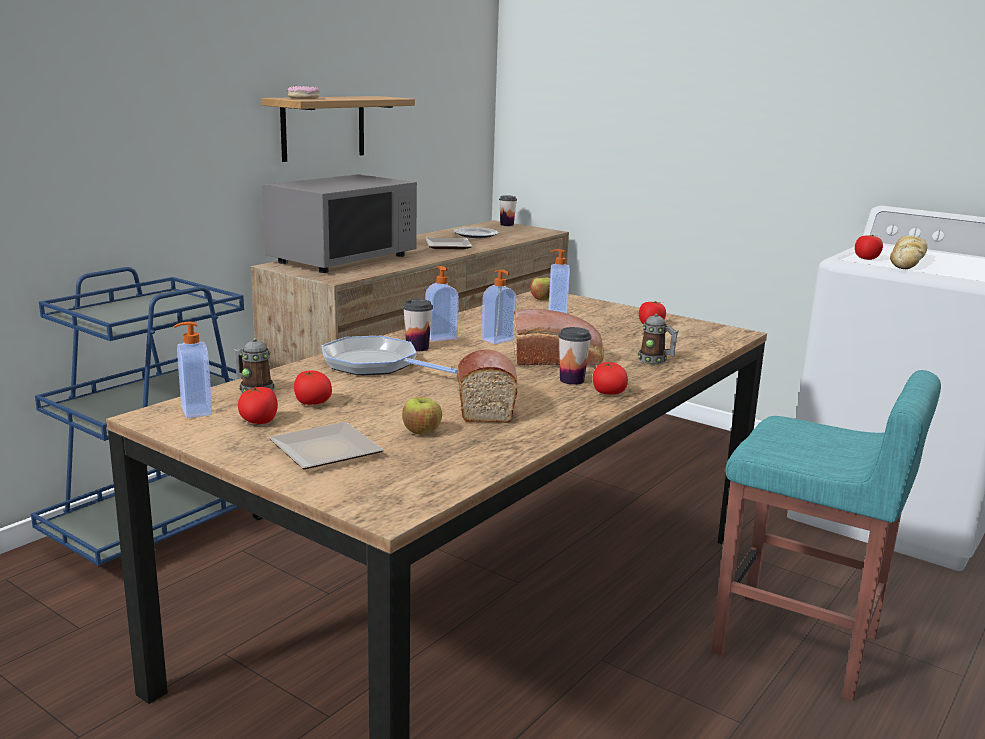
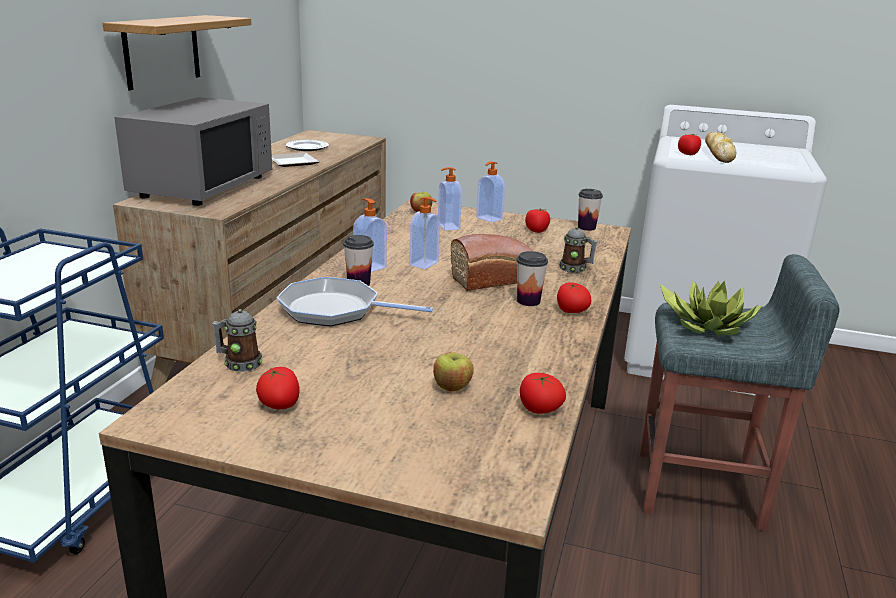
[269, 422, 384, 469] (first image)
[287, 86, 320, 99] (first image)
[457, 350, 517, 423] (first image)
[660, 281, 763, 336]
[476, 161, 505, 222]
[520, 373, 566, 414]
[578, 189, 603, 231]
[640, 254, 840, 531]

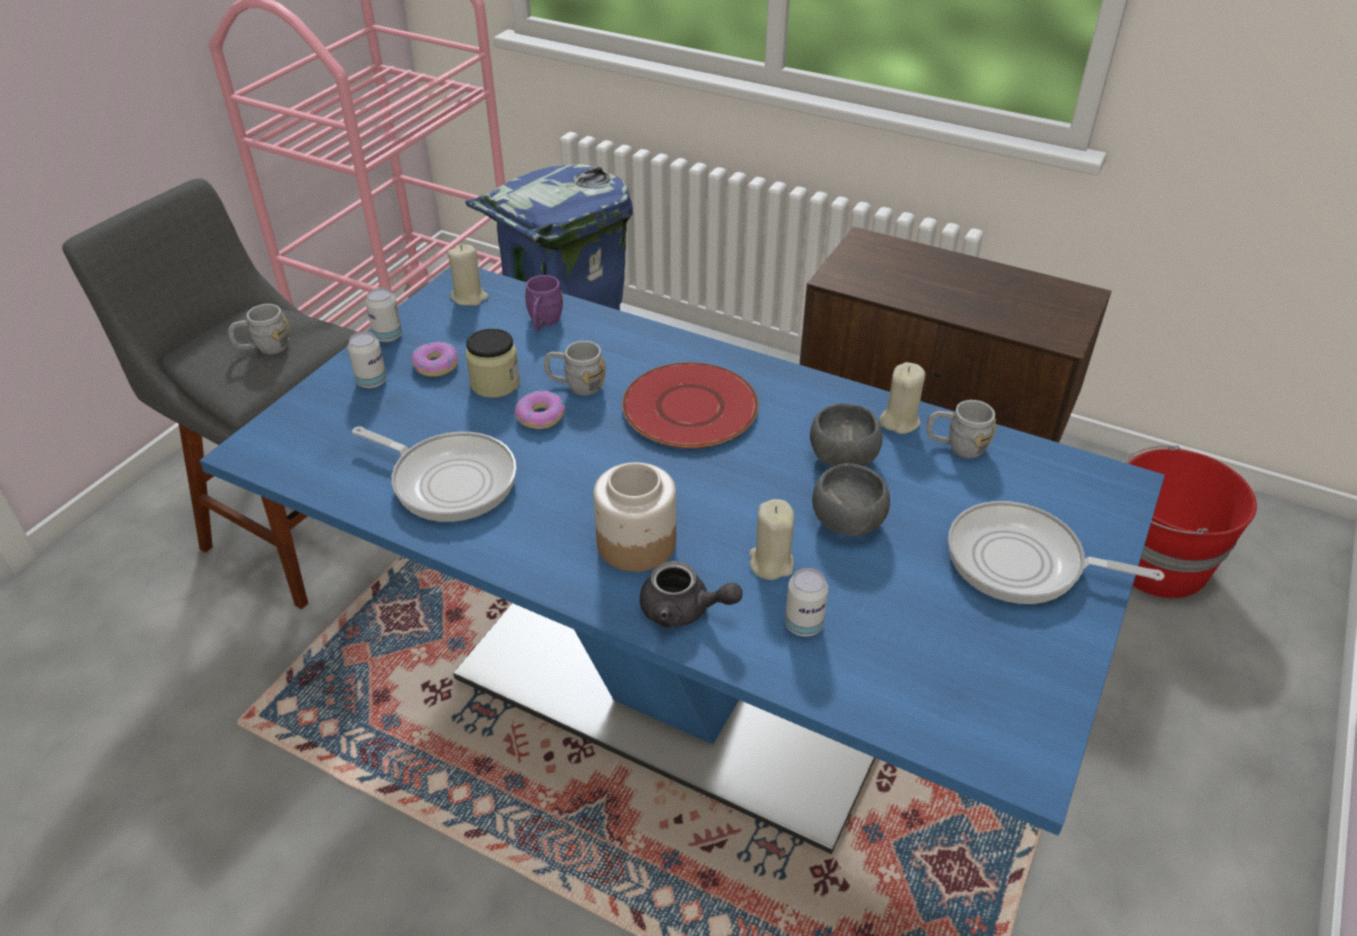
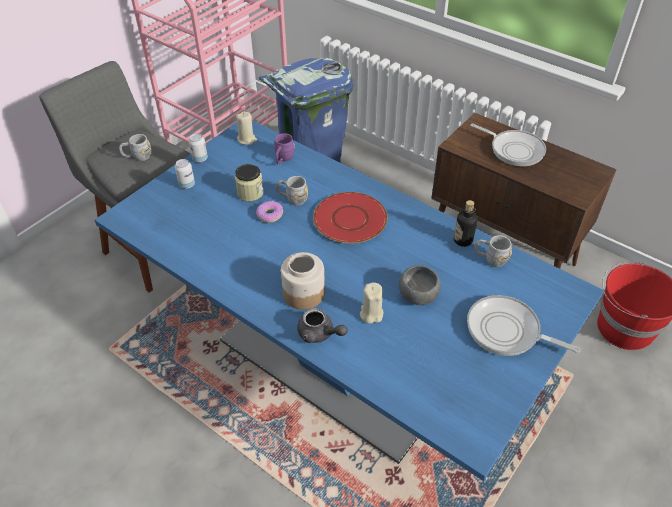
[411, 342, 459, 377] (first image)
[785, 568, 828, 637] (first image)
[810, 403, 883, 467] (first image)
[471, 124, 546, 166]
[454, 200, 478, 247]

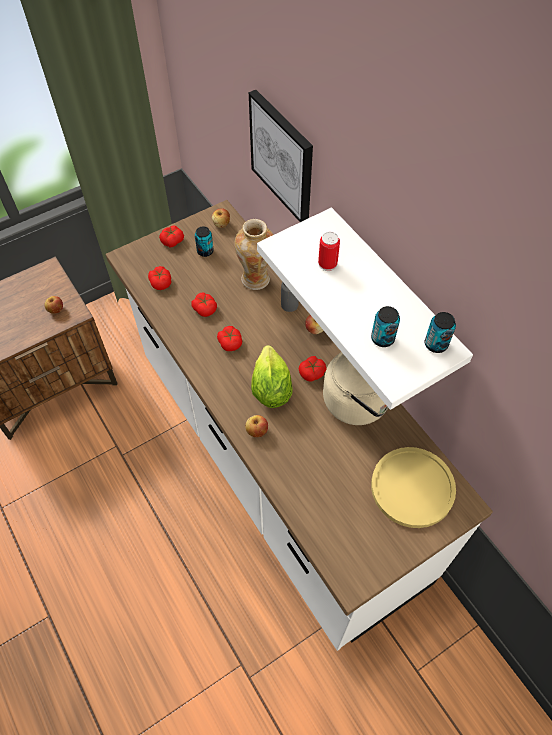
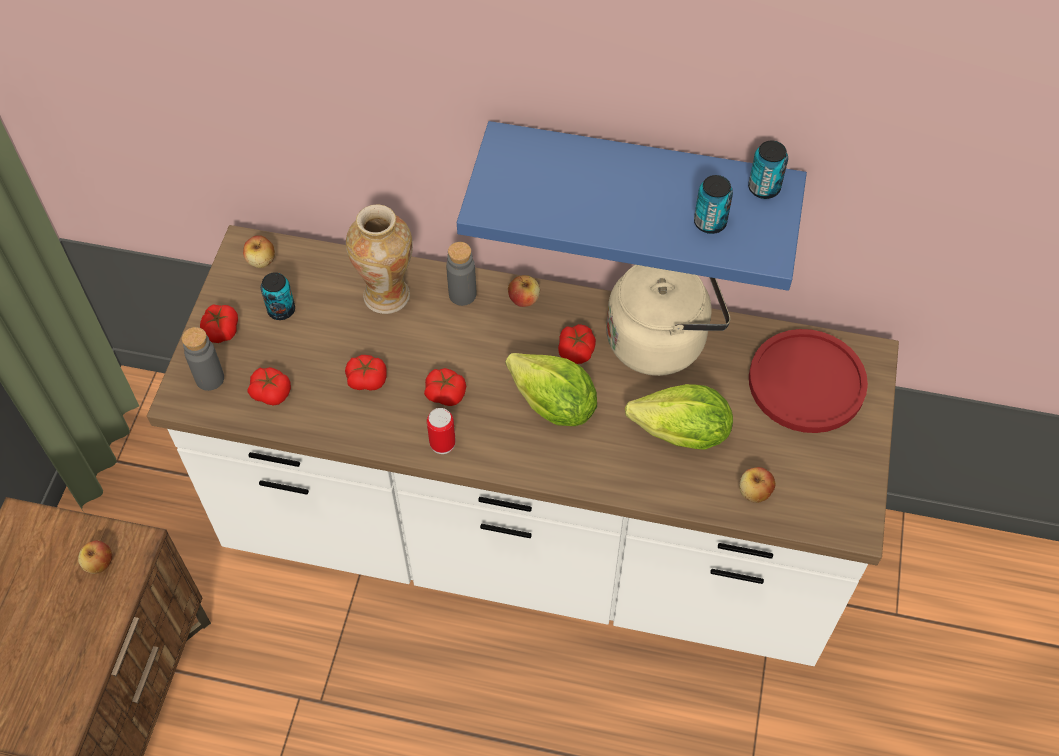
[249, 90, 313, 222] (first image)
[182, 327, 224, 391]
[625, 384, 733, 450]
[739, 467, 775, 503]
[427, 408, 456, 454]
[457, 121, 807, 291]
[749, 329, 868, 433]

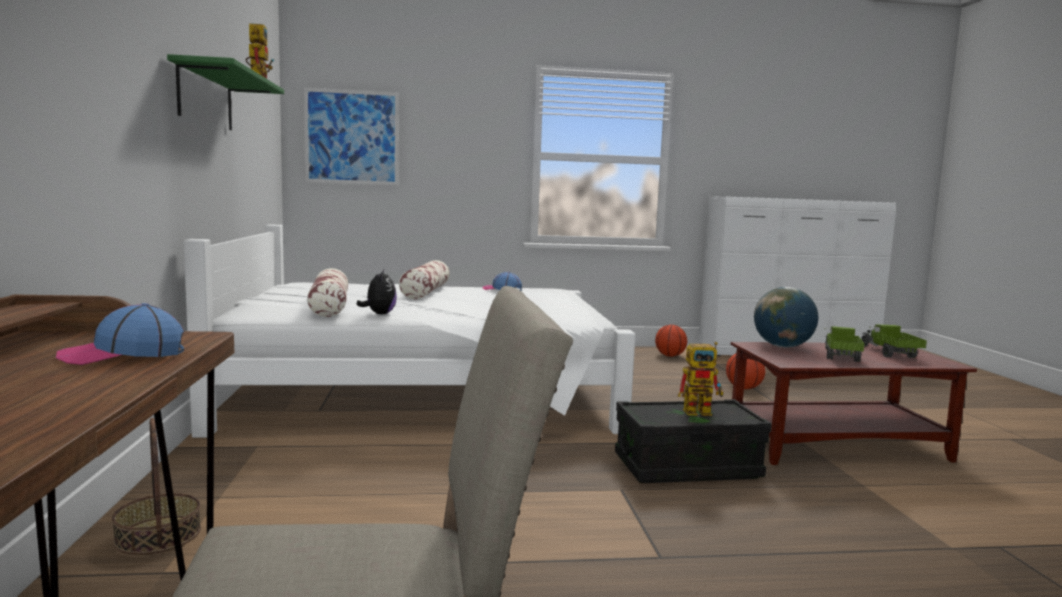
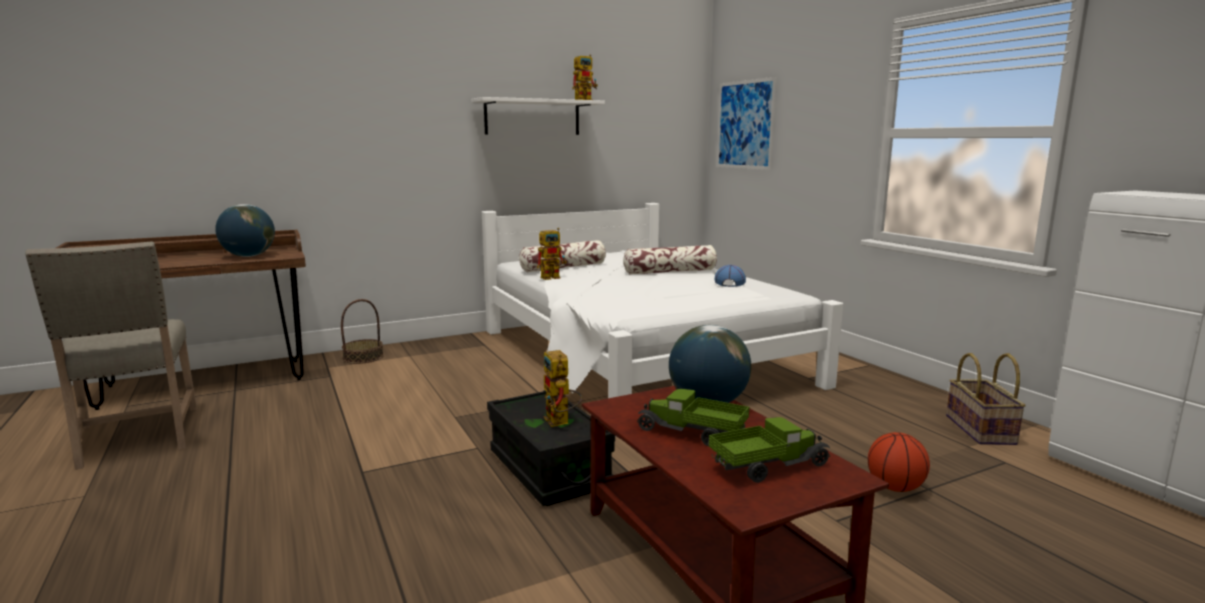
[215, 204, 275, 257]
[537, 228, 566, 280]
[946, 353, 1026, 445]
[471, 97, 605, 135]
[637, 389, 749, 446]

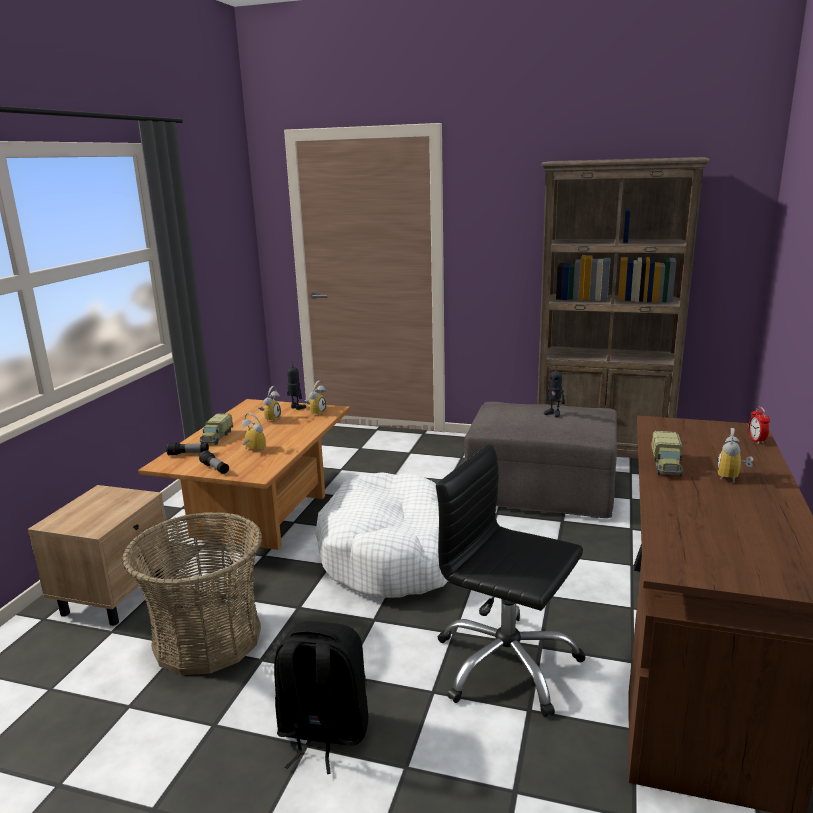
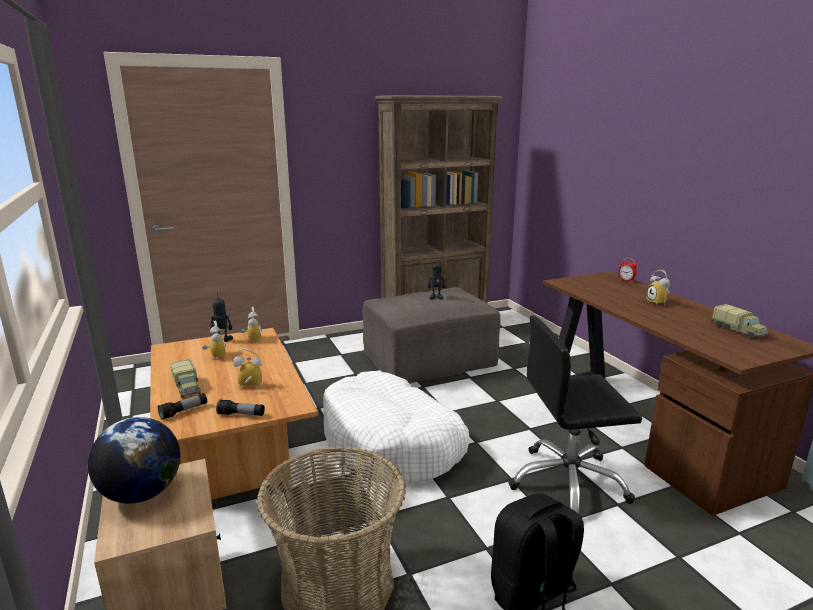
[88, 417, 180, 504]
[711, 304, 769, 339]

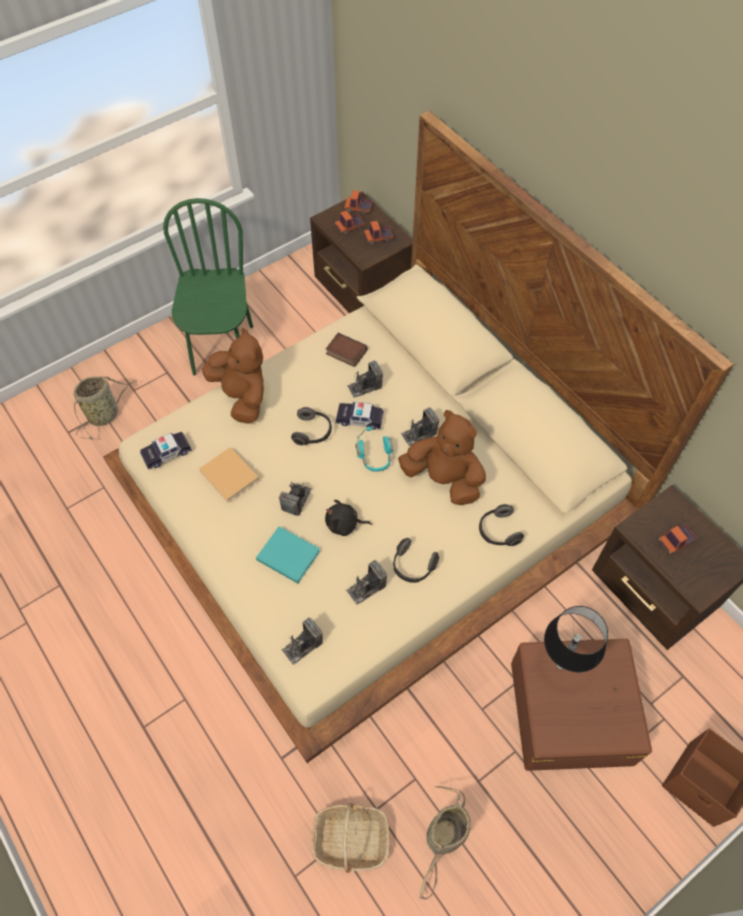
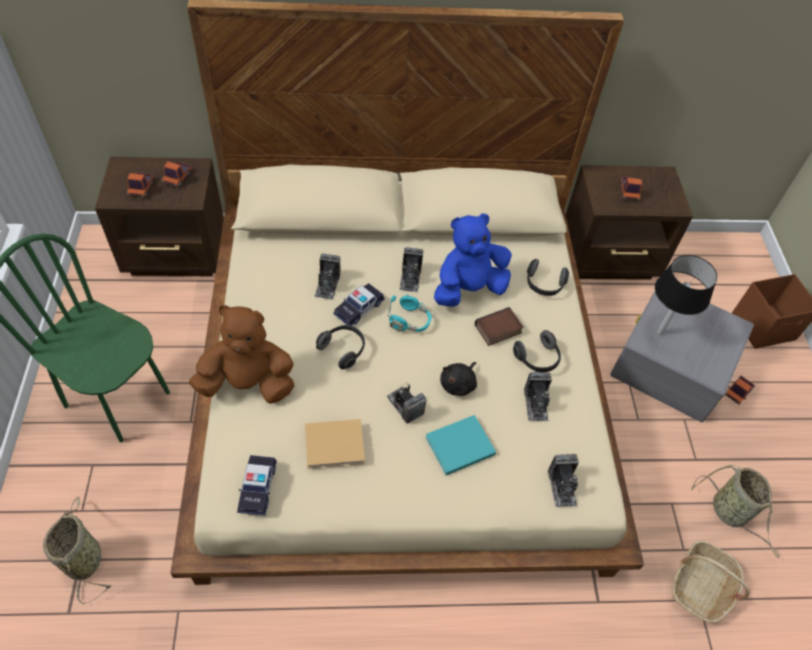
[475, 307, 524, 346]
[725, 376, 755, 405]
[434, 213, 512, 307]
[610, 291, 754, 422]

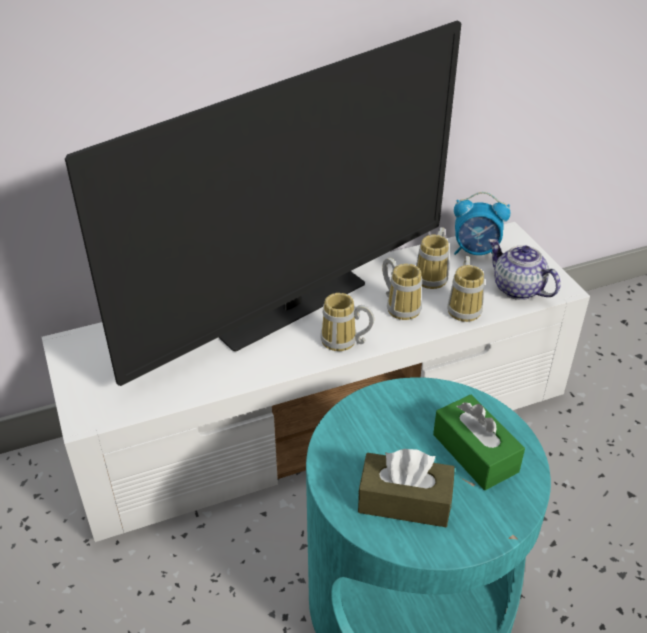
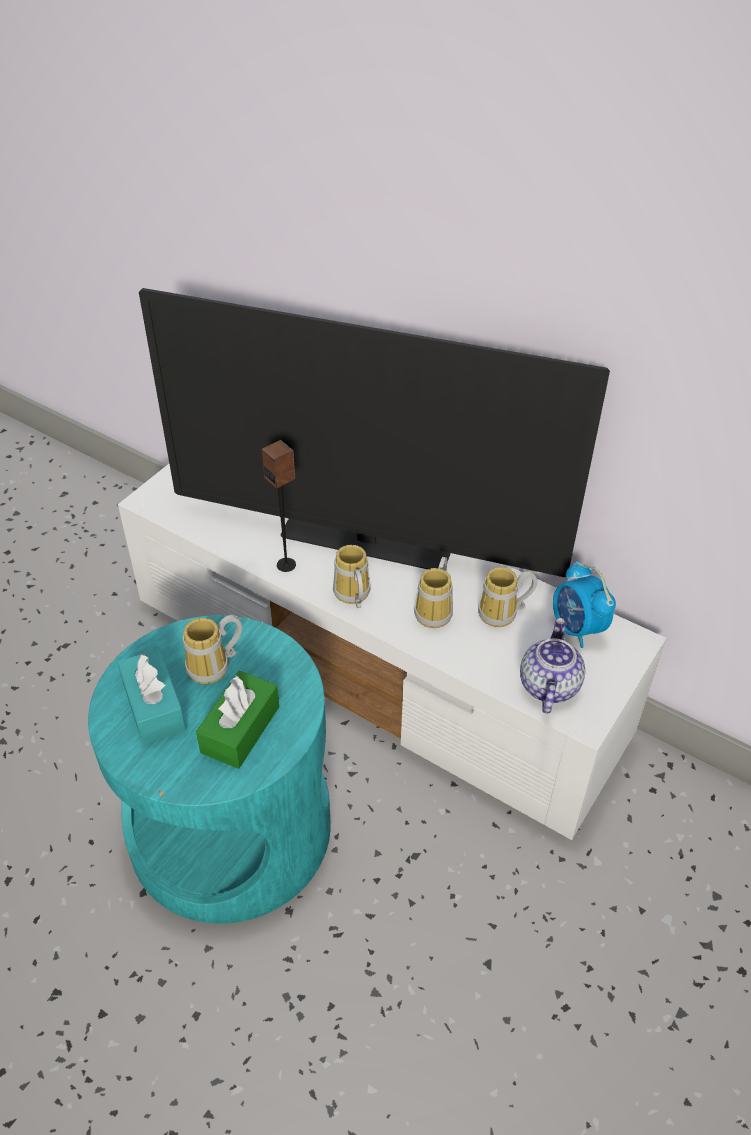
[262, 440, 296, 572]
[183, 615, 242, 684]
[117, 649, 186, 744]

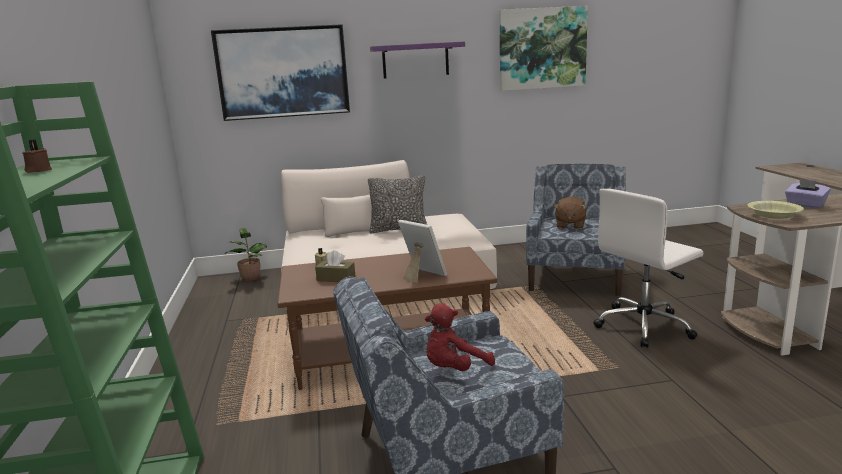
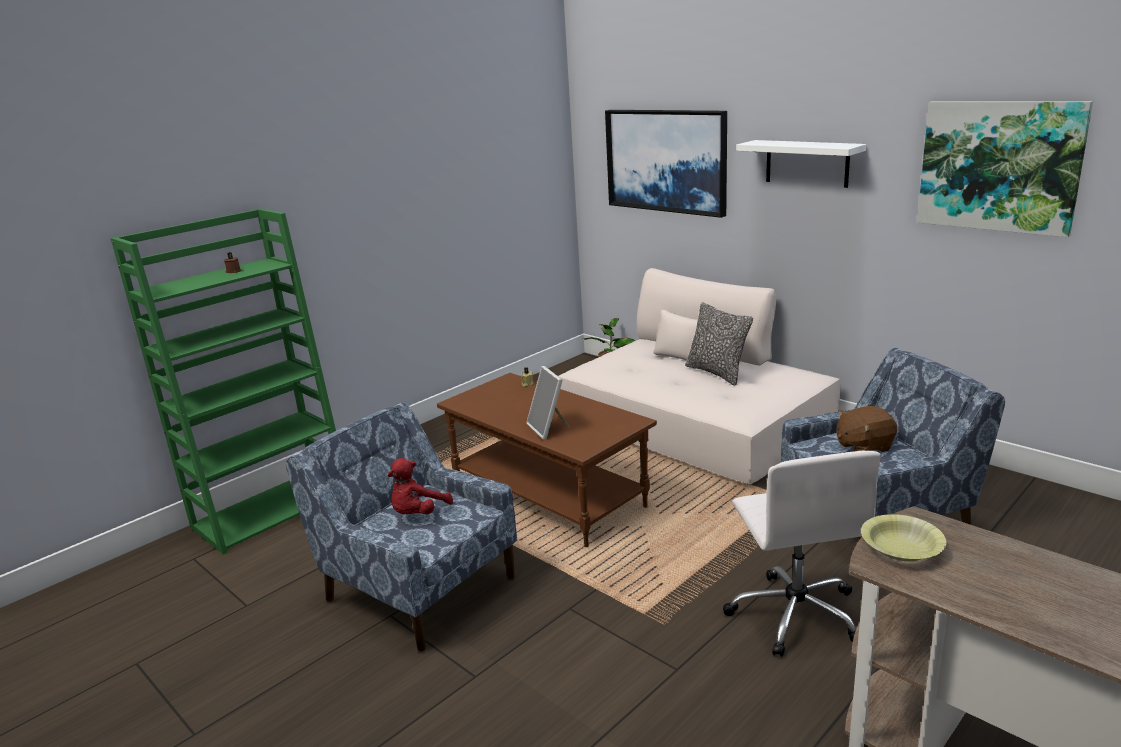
[315, 250, 355, 282] (first image)
[785, 178, 831, 208] (first image)
[736, 140, 866, 188]
[526, 366, 570, 440]
[388, 458, 453, 514]
[723, 451, 881, 657]

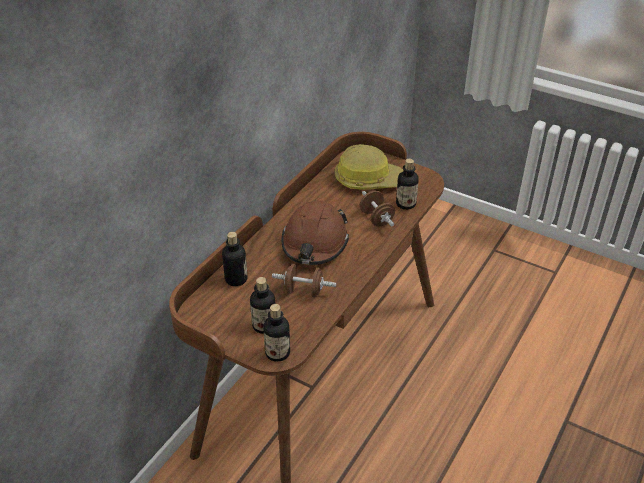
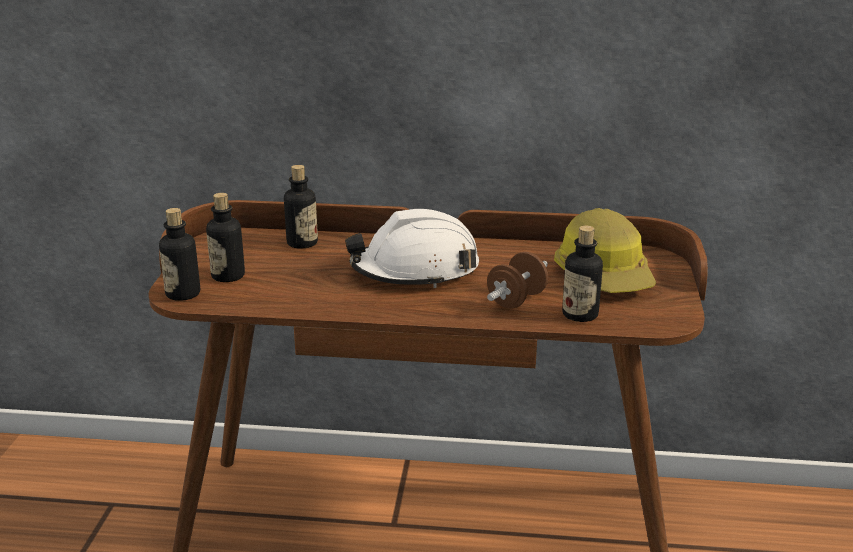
[272, 264, 336, 297] (first image)
[345, 209, 479, 288]

